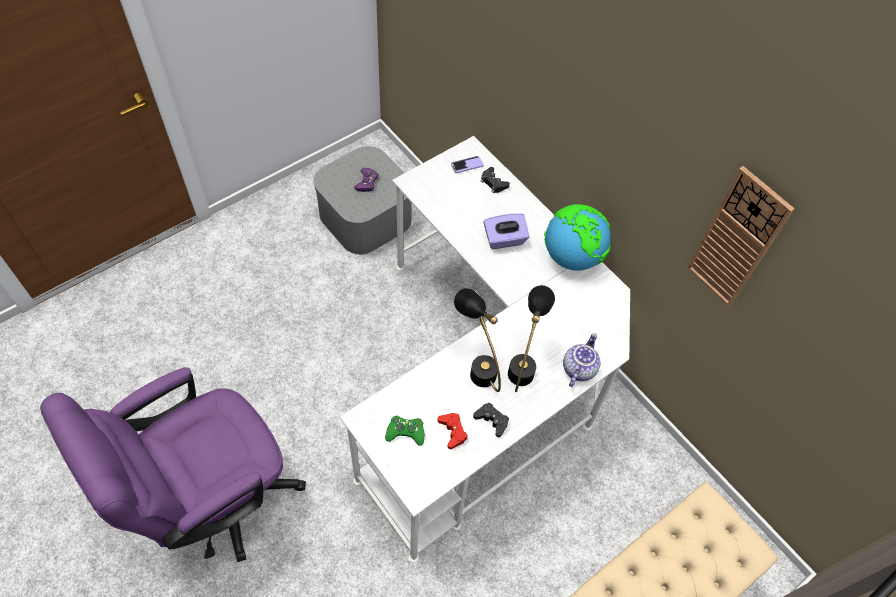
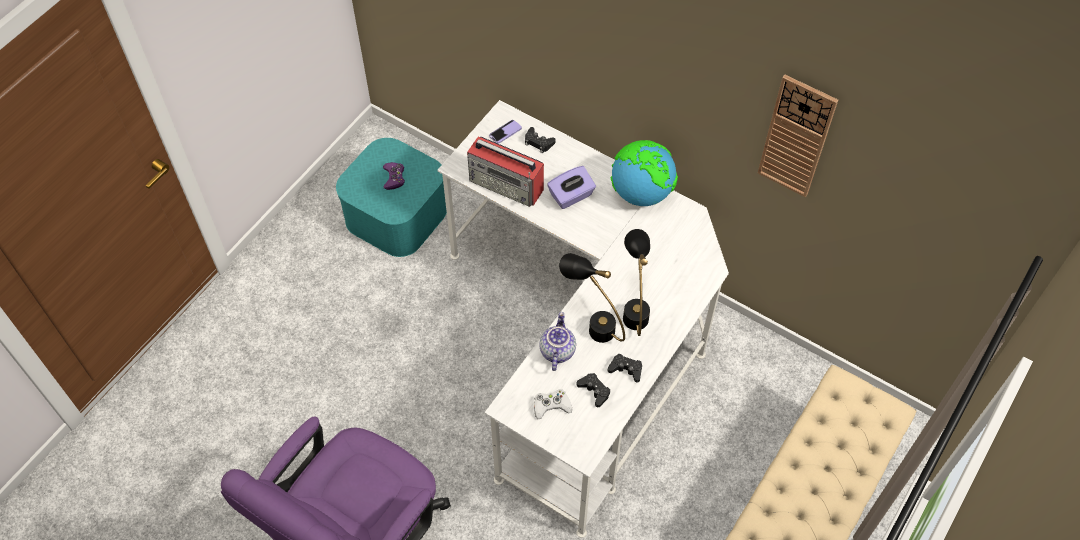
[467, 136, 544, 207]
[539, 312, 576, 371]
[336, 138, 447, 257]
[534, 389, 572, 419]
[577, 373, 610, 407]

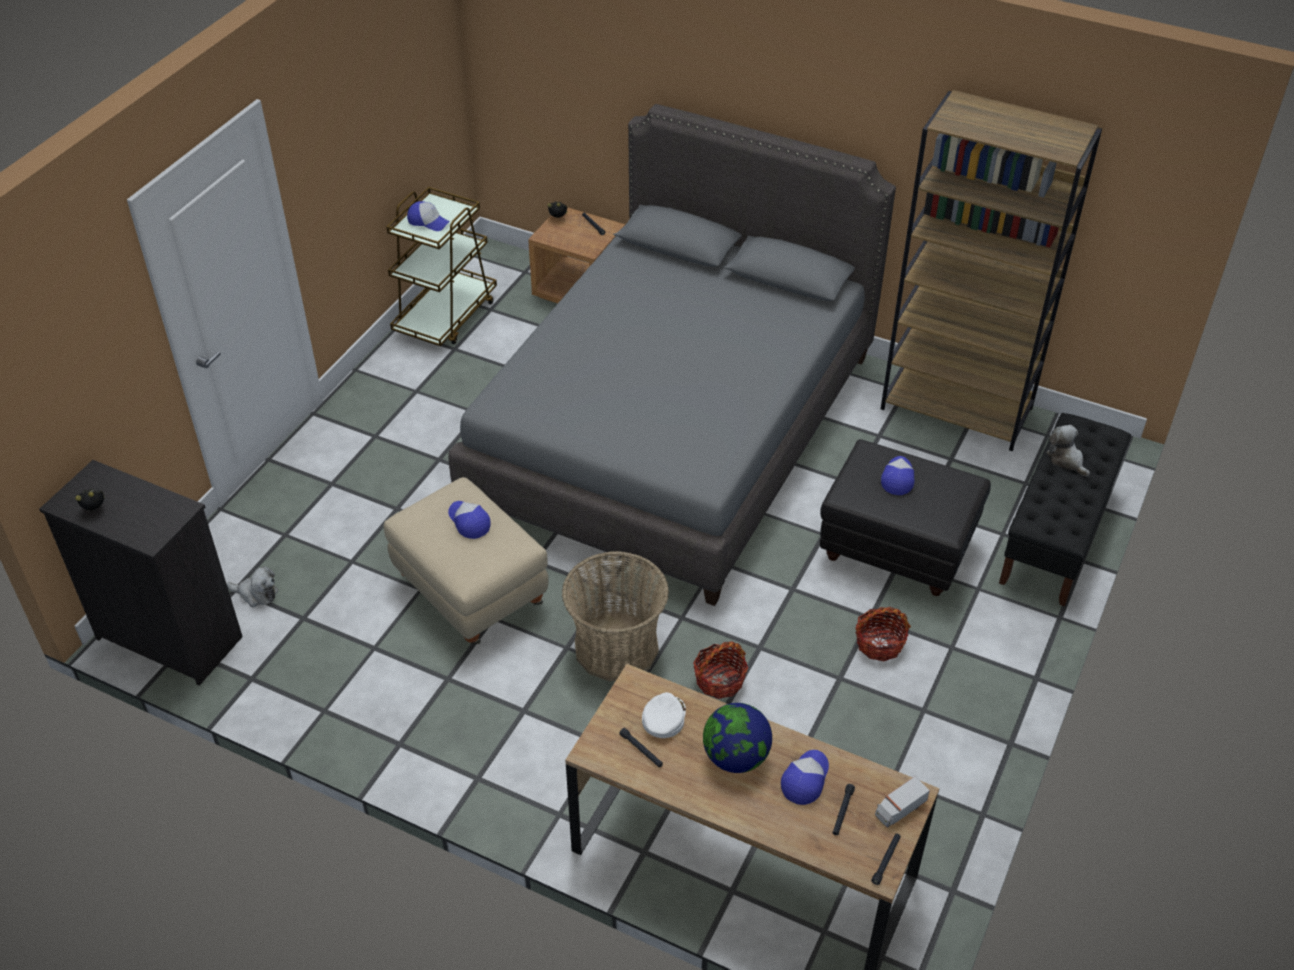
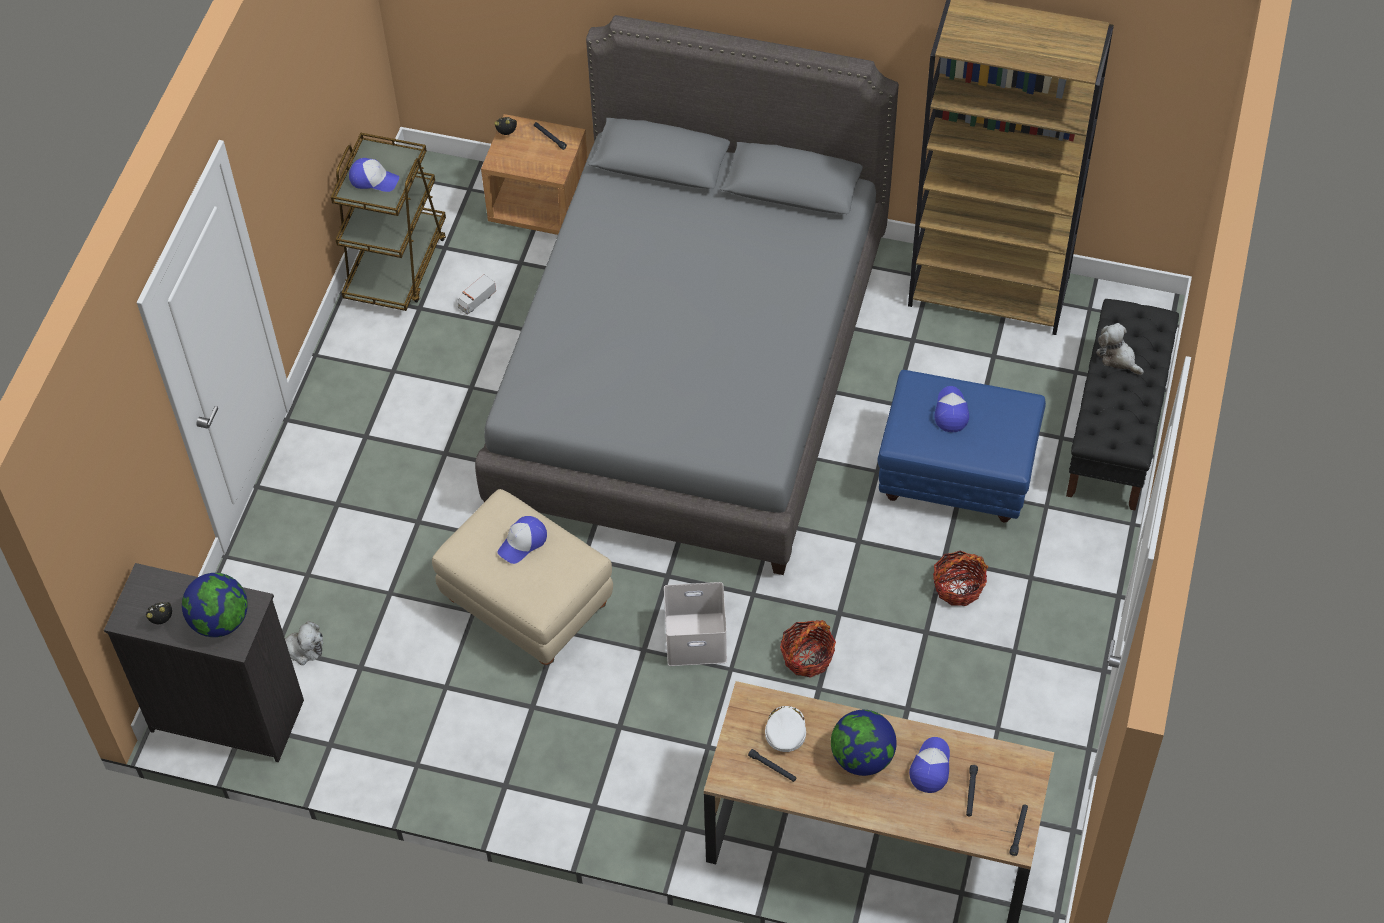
[182, 573, 248, 637]
[457, 275, 496, 314]
[664, 582, 727, 666]
[878, 370, 1046, 522]
[498, 516, 547, 564]

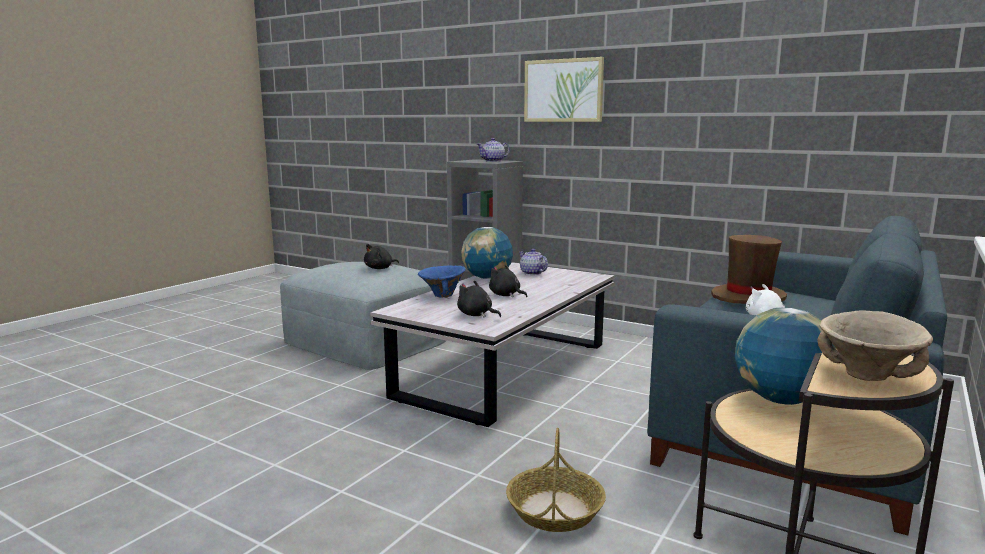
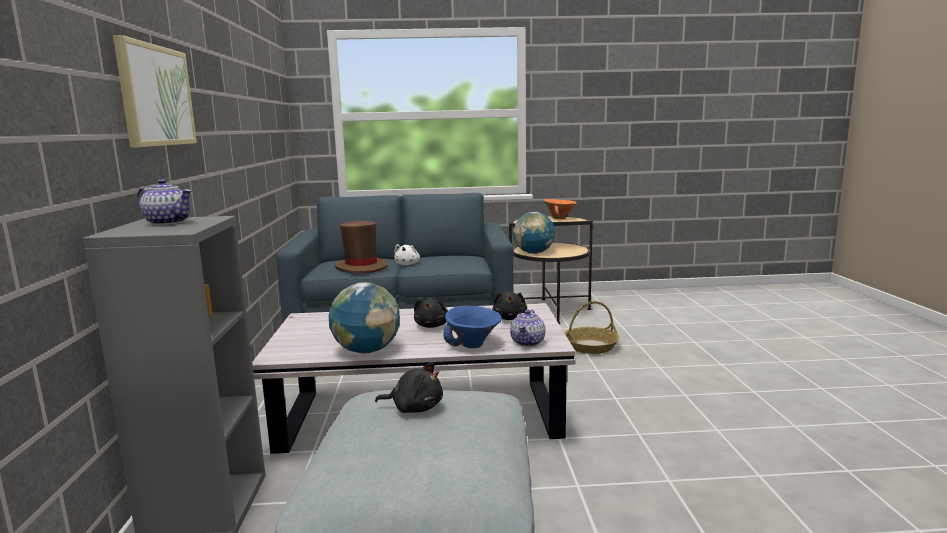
[510, 310, 546, 347]
[544, 199, 577, 219]

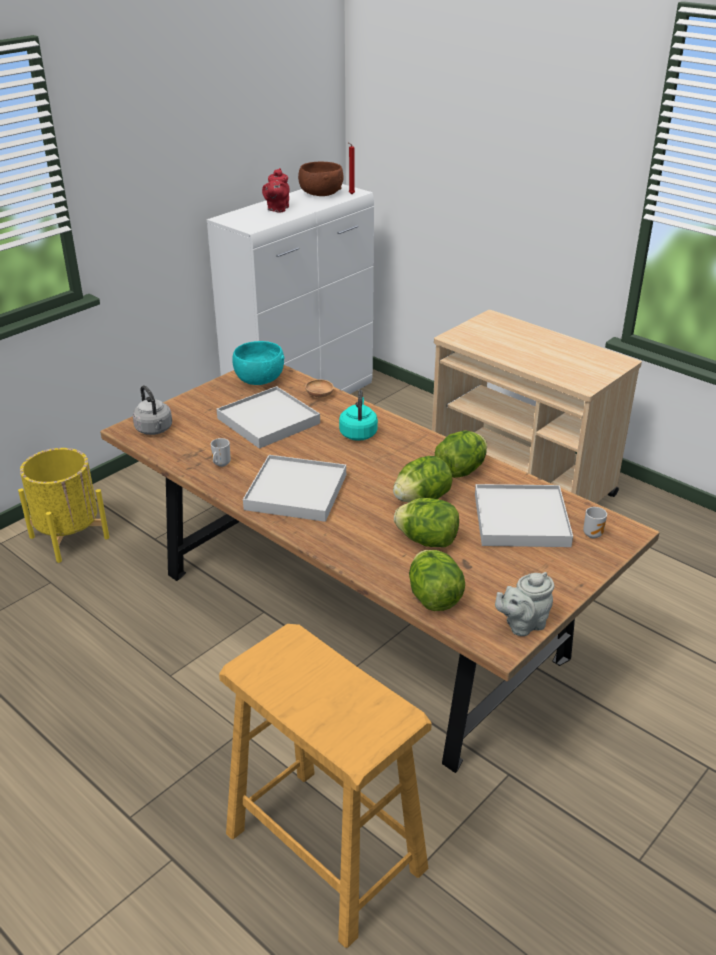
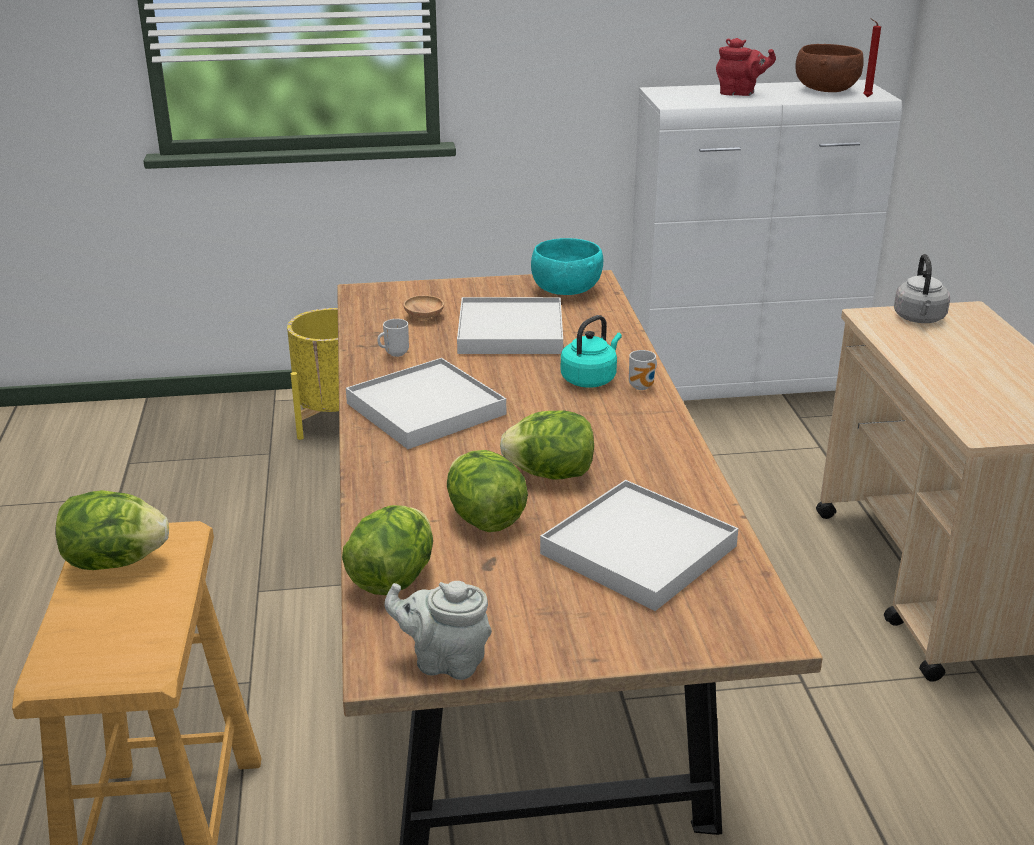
[894, 254, 950, 323]
[403, 295, 444, 320]
[55, 490, 169, 570]
[629, 350, 657, 390]
[716, 38, 776, 96]

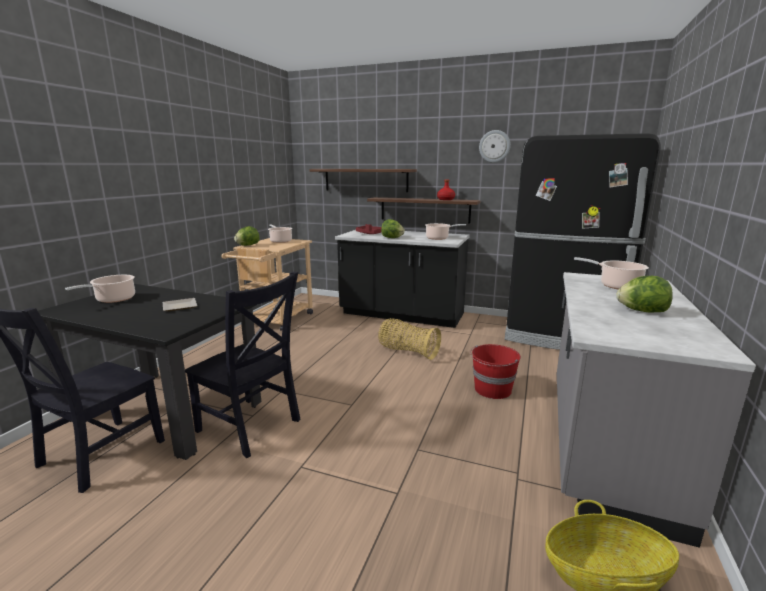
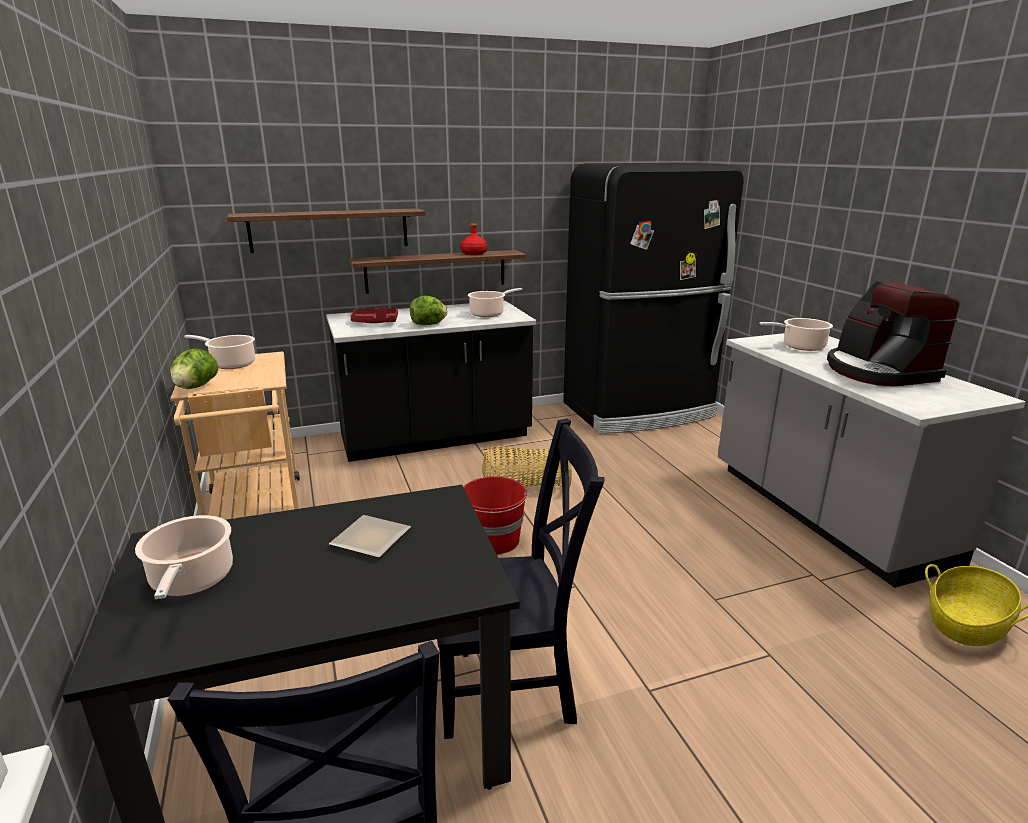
[479, 130, 511, 163] (first image)
[463, 476, 528, 555]
[827, 281, 960, 386]

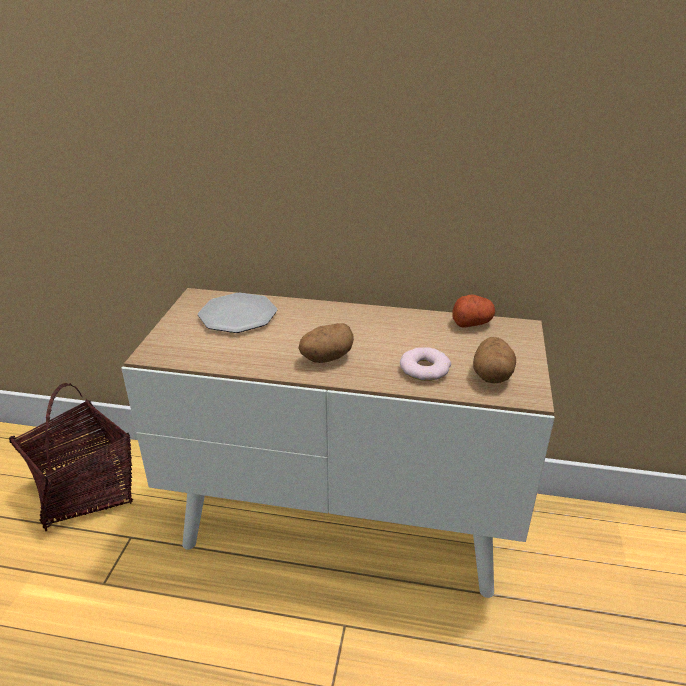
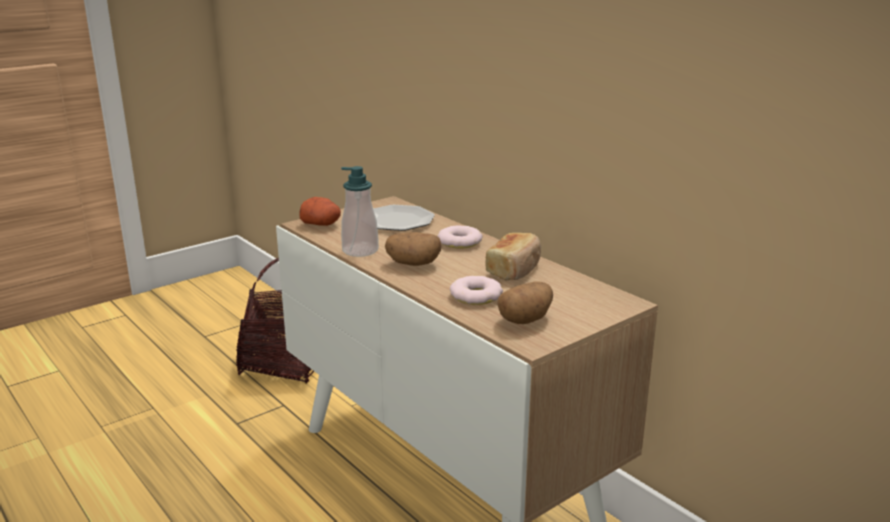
[341, 166, 379, 257]
[437, 225, 483, 249]
[486, 233, 541, 280]
[299, 197, 341, 226]

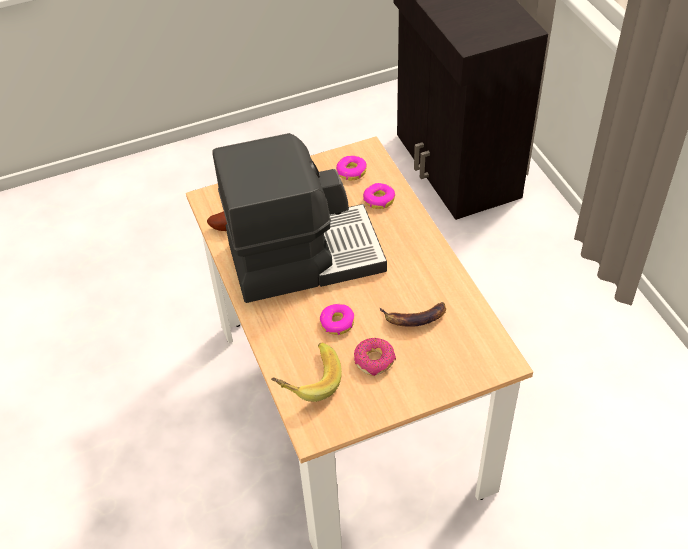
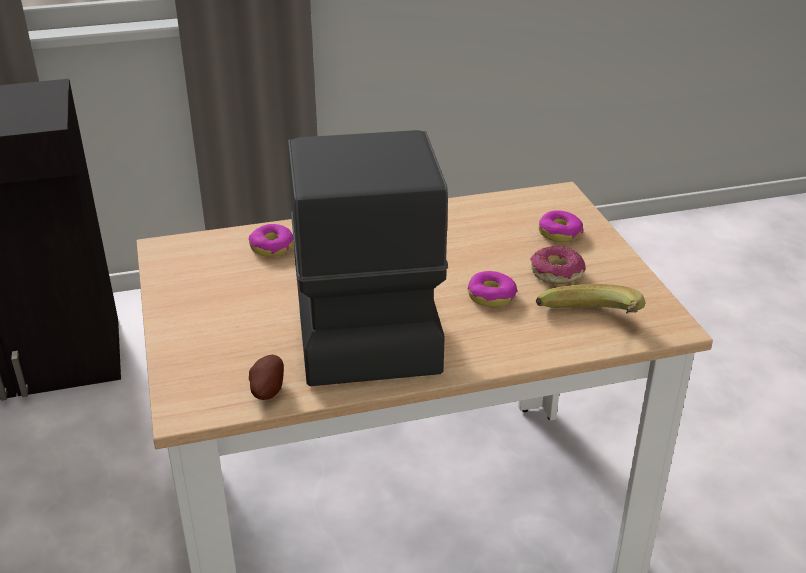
[380, 302, 446, 327] (first image)
[539, 211, 583, 242]

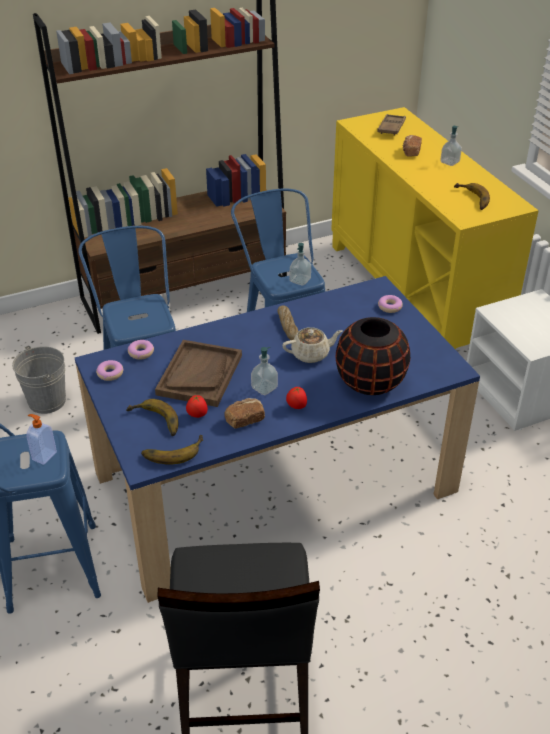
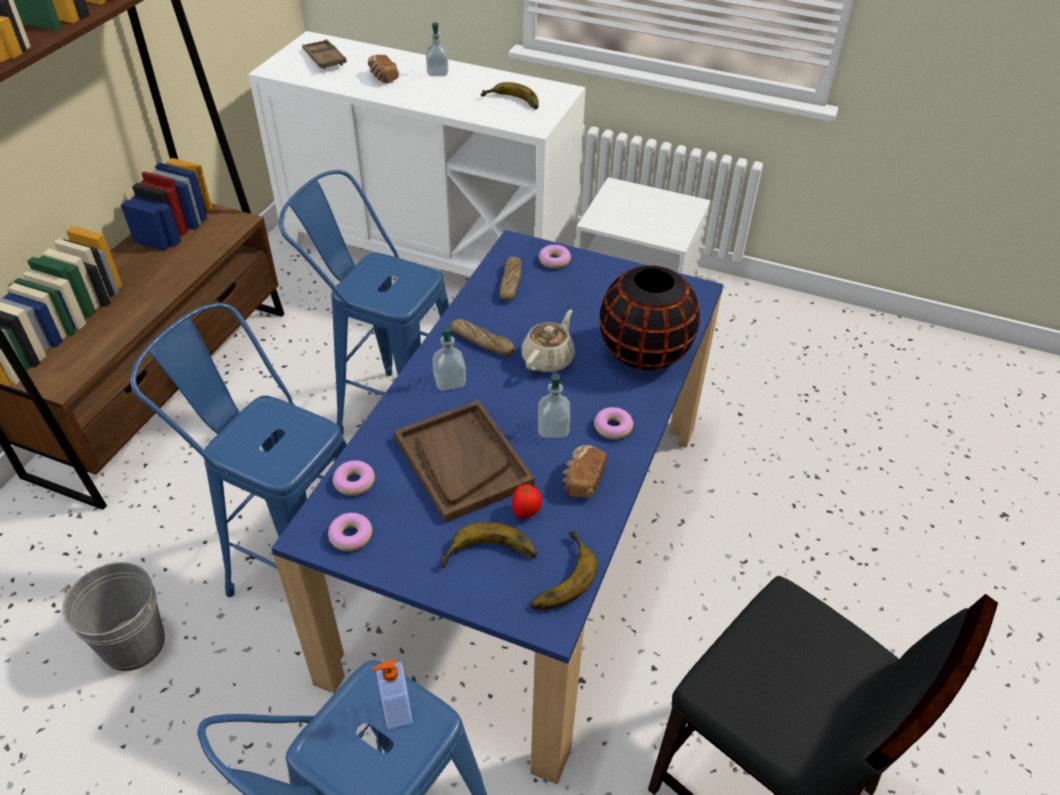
[499, 256, 522, 301]
[432, 327, 466, 391]
[594, 407, 634, 439]
[248, 31, 586, 277]

